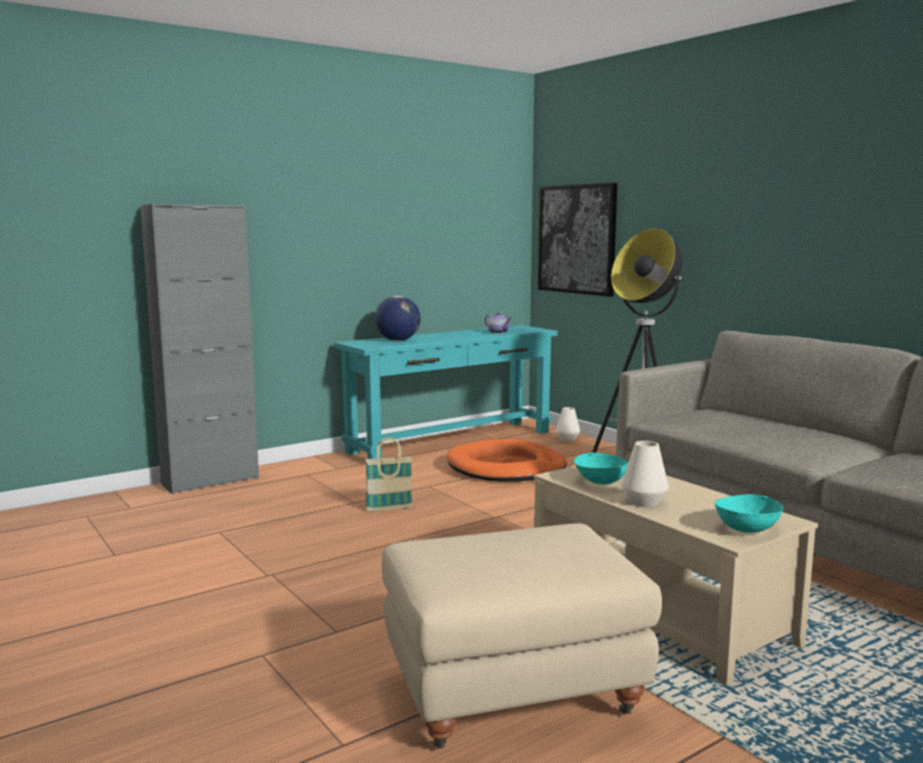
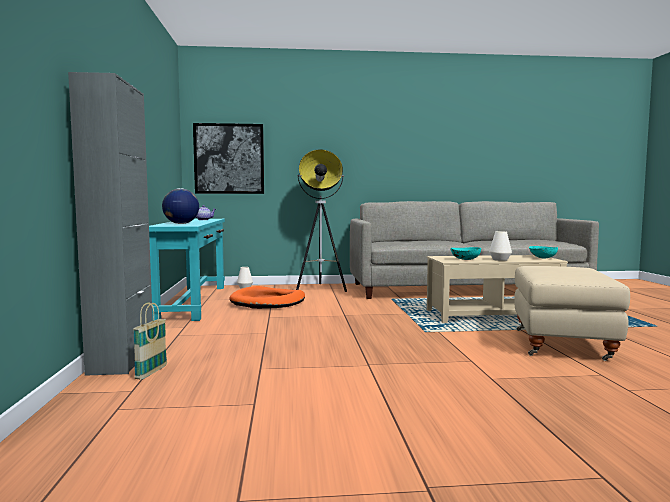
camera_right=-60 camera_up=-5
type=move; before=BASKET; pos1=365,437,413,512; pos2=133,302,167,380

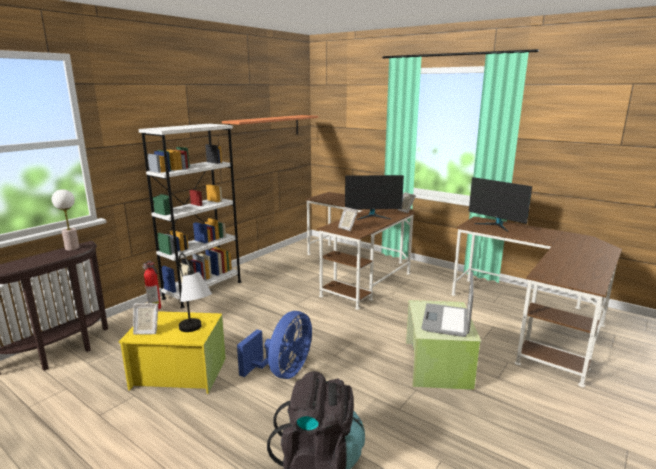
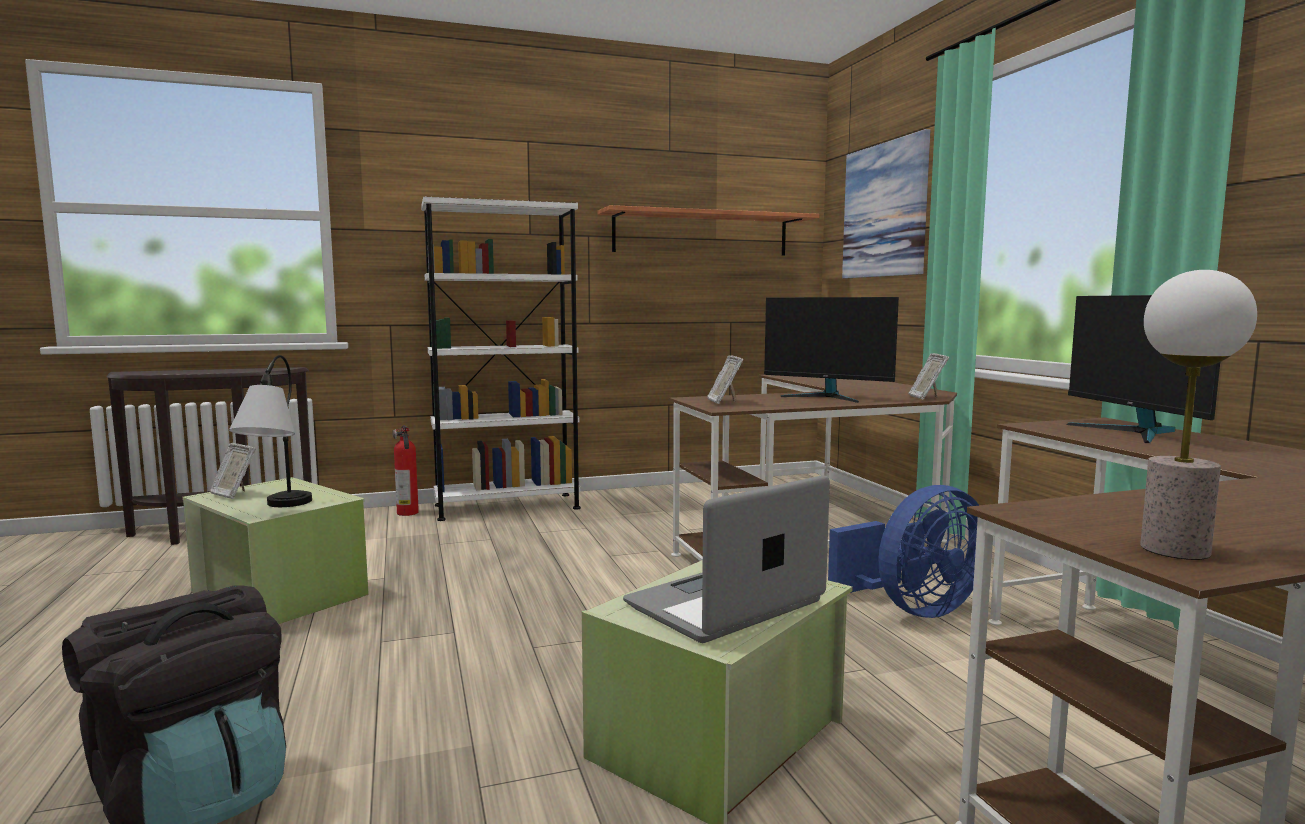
camera_right=35 camera_up=-10
type=move; before=TABLE LAMP; pos1=52,189,79,251; pos2=1140,270,1257,560
type=recolor; before=YELLOW STORAGE BOX; after=GREEN STORAGE BOX; pos1=119,311,226,394; pos2=182,477,369,624
type=move; before=BLUE FAN; pos1=237,311,312,379; pos2=828,485,979,618
type=insert; after=PICTURE; pos2=842,129,930,278

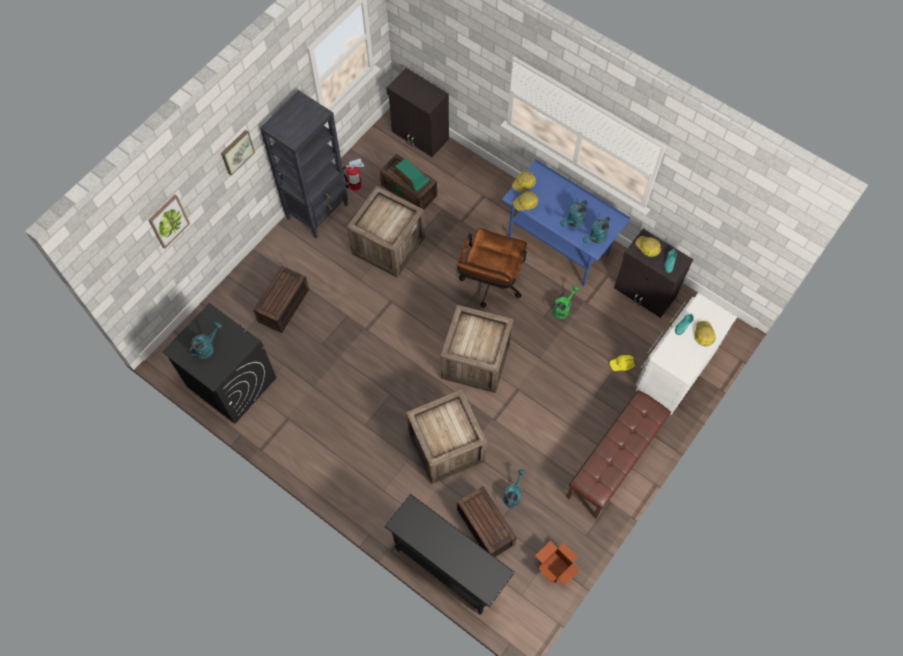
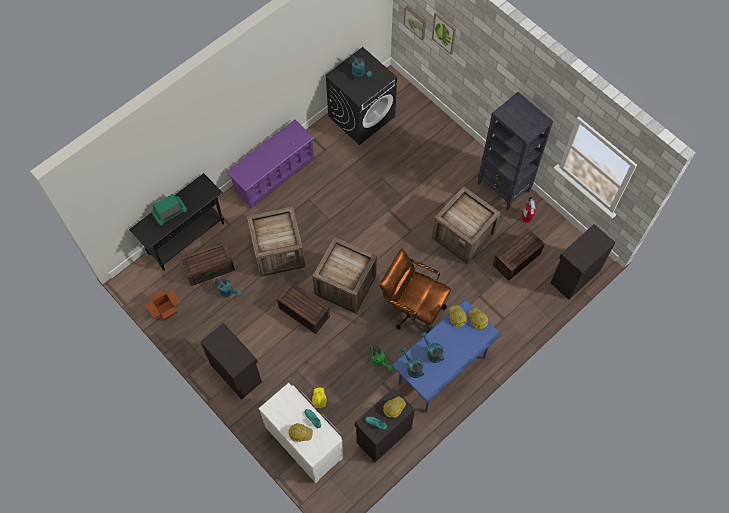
camera_right=100 camera_up=0
type=move; before=PICTURE; pos1=221,130,255,176; pos2=404,6,426,40
type=move; before=BROWN STORAGE BOX; pos1=253,266,309,333; pos2=277,282,330,334
type=move; before=RADIO; pos1=392,158,430,192; pos2=151,194,187,226
type=replace; before=BROWN BENCH; after=BLACK CABINET; pos1=566,390,671,518; pos2=200,323,262,399
type=insert; after=PURPLE SHOE RACK; pos2=226,120,314,208

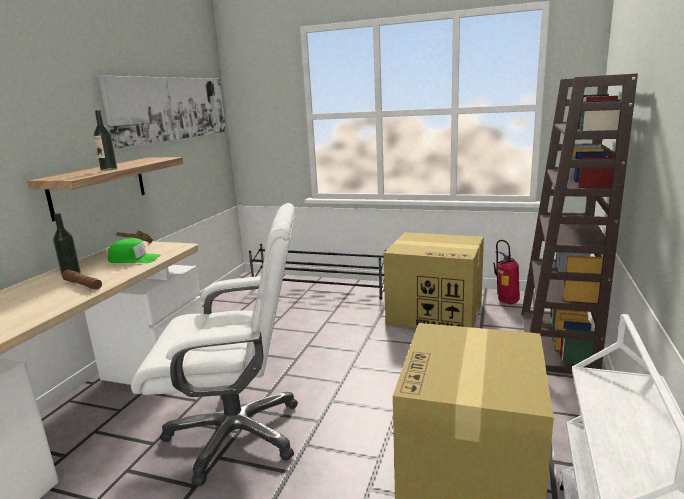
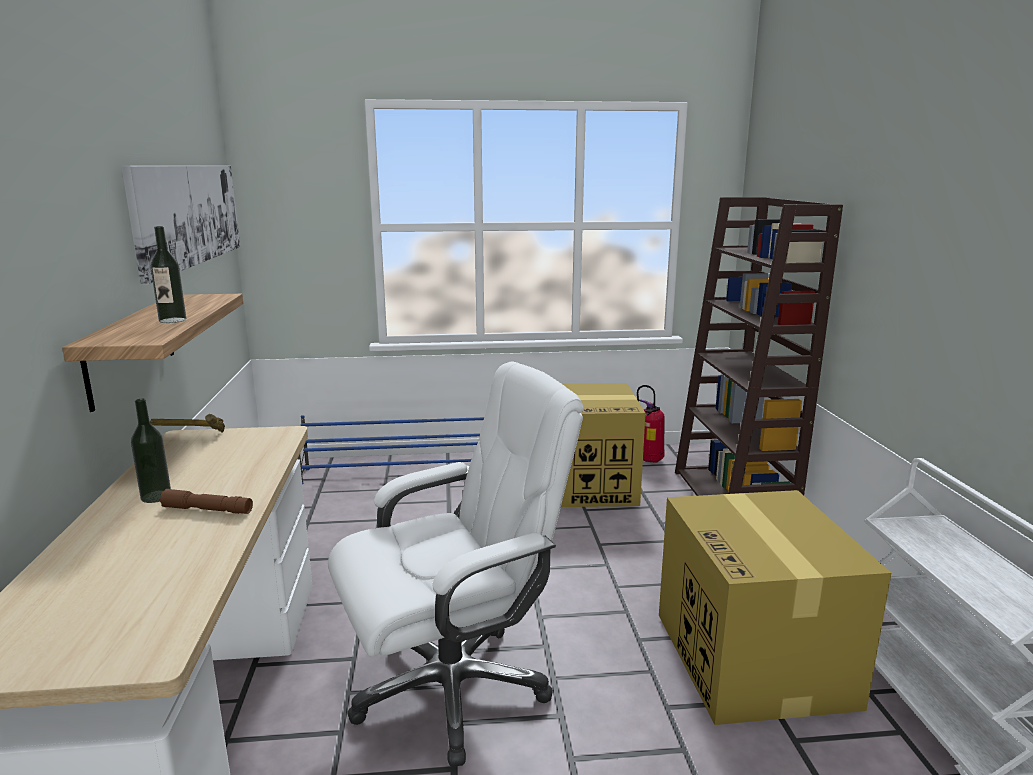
camera_right=-25 camera_up=0
type=delete; before=GREEN CAP; pos1=108,238,161,263
type=recolor; before=BLACK SHOE RACK; after=BLUE SHOE RACK; pos1=249,244,386,299; pos2=297,415,484,484

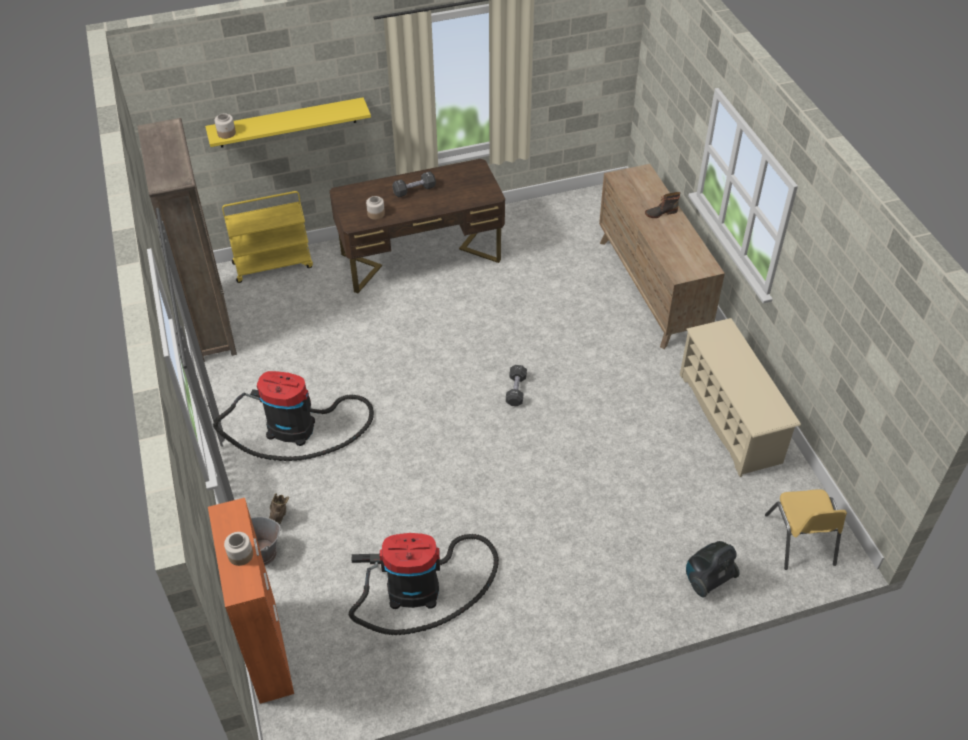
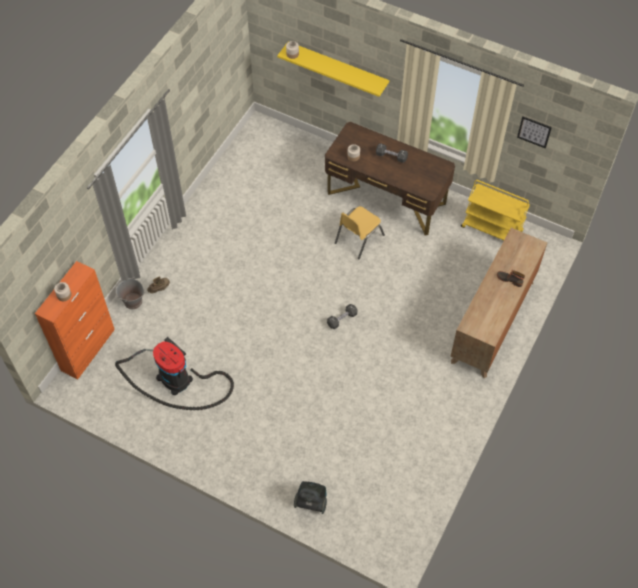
camera_right=45 camera_up=10
type=delete; before=BROWN BOOKCASE; pos1=137,118,237,362
type=delete; before=VACUUM CLEANER; pos1=213,371,374,461
type=move; before=YELLOW CART; pos1=222,191,313,283; pos2=461,180,530,240
type=delete; before=BEIGE SHOE RACK; pos1=680,318,801,477
type=move; before=YELLOW CHAIR; pos1=765,489,847,570; pos2=335,206,385,260
type=insert; after=PICTURE; pos2=517,116,552,149

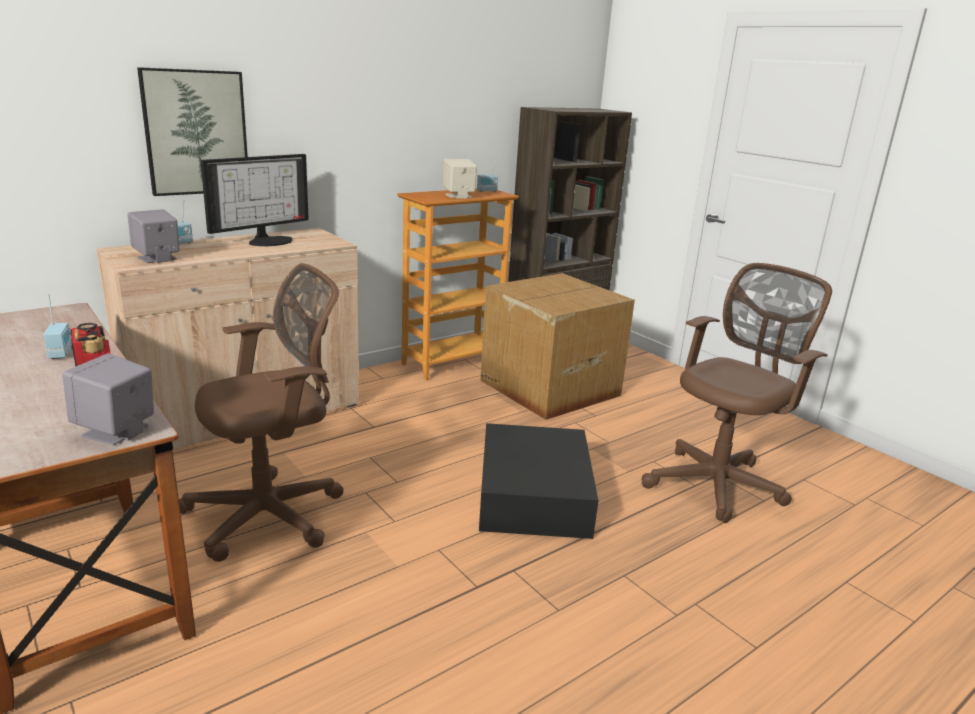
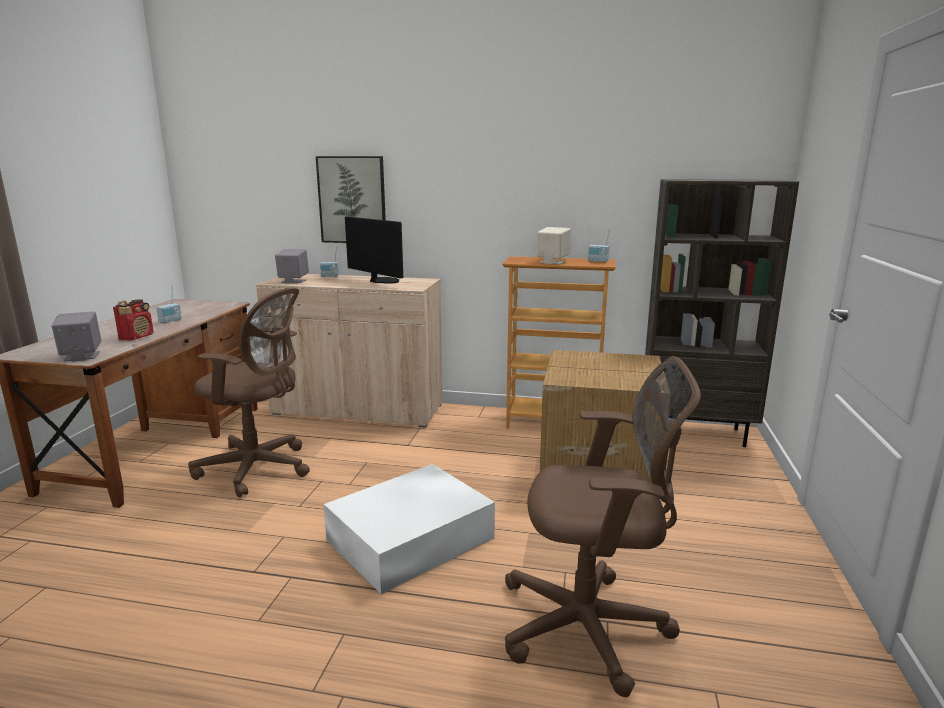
camera_right=50 camera_up=-5
type=rotate; before=MONITOR; pos1=201,154,309,246; pos2=345,216,403,284; turn=-135
type=recolor; before=BLACK STORAGE BOX; after=WHITE STORAGE BOX; pos1=479,423,598,539; pos2=324,464,495,594

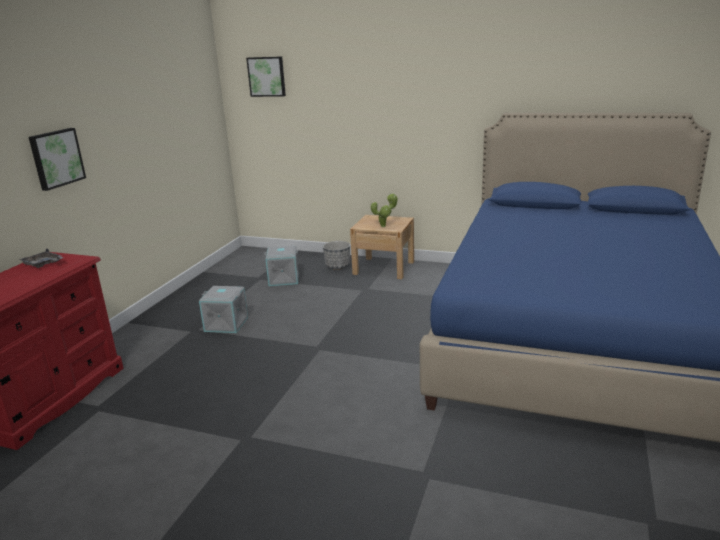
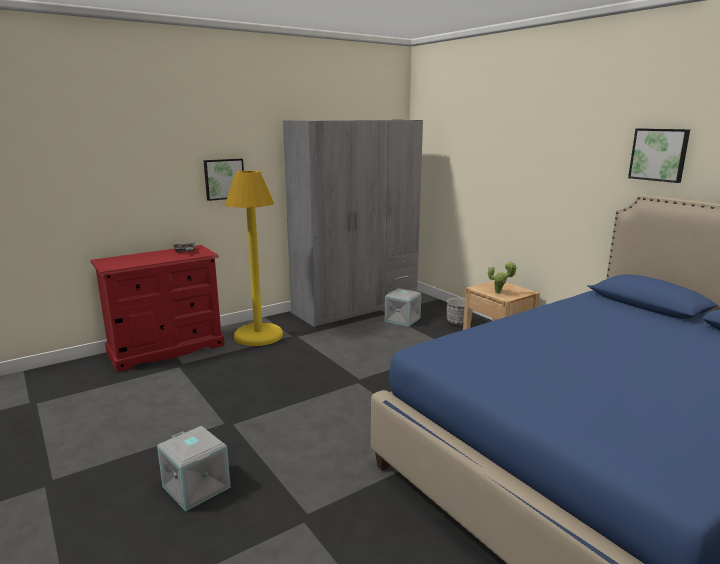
camera_right=35 camera_up=-5
type=move; before=GREY STORAGE BOX; pos1=199,286,248,333; pos2=157,426,231,511
type=move; before=PICTURE; pos1=246,56,286,97; pos2=628,128,690,183
type=insert; after=YELLOW FLOOR LAMP; pos2=225,171,283,346
type=insert; after=GREY WARDROBE; pos2=283,120,423,327

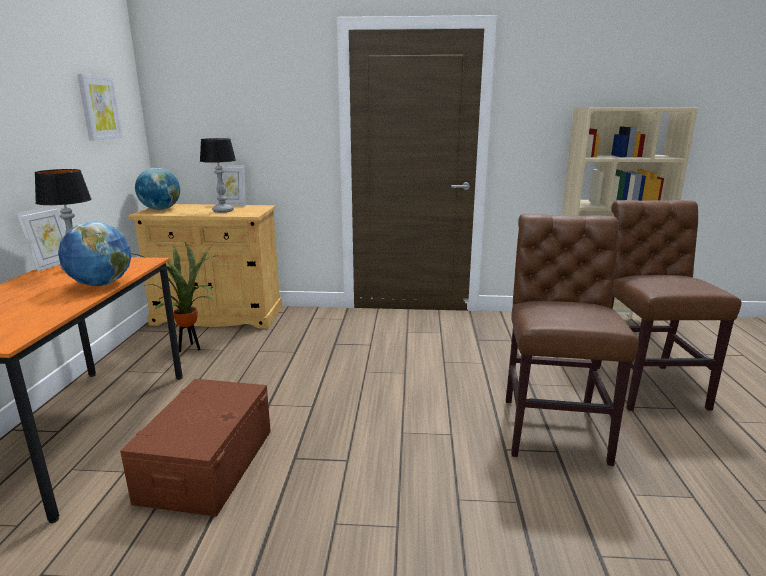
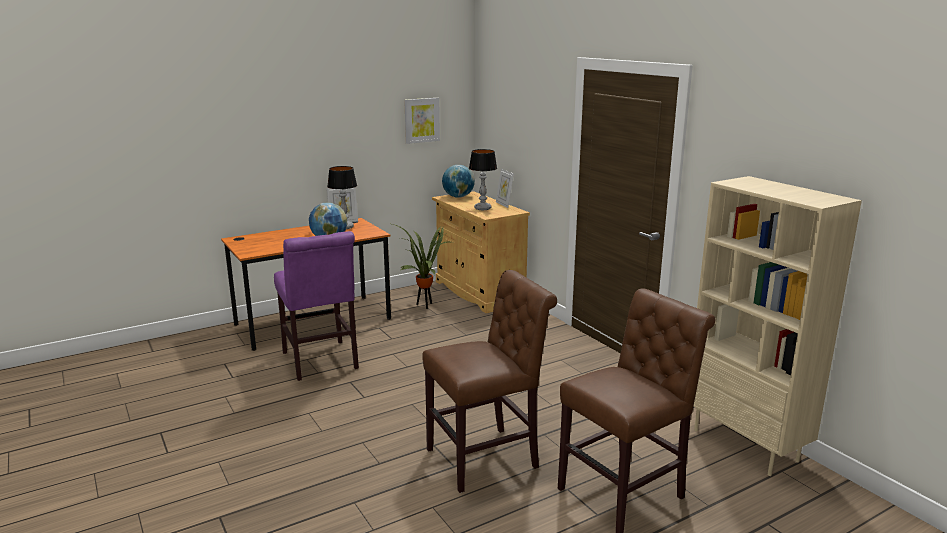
camera_right=55 camera_up=0
type=replace; before=BROWN STORAGE BOX; after=PURPLE CHAIR; pos1=120,379,271,517; pos2=274,231,359,381

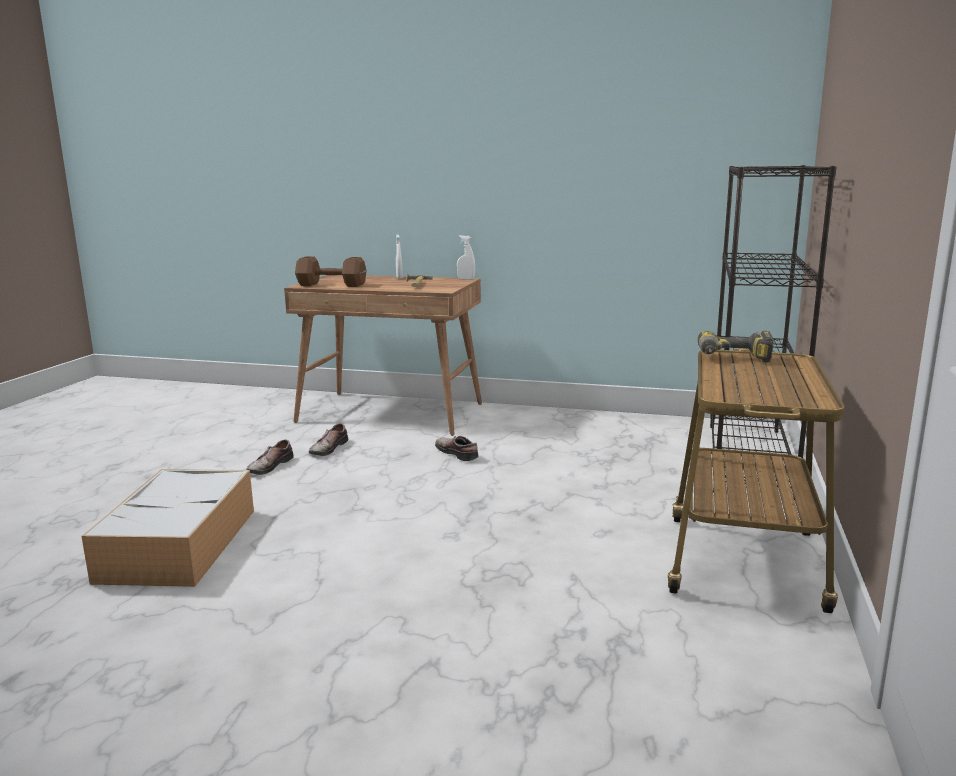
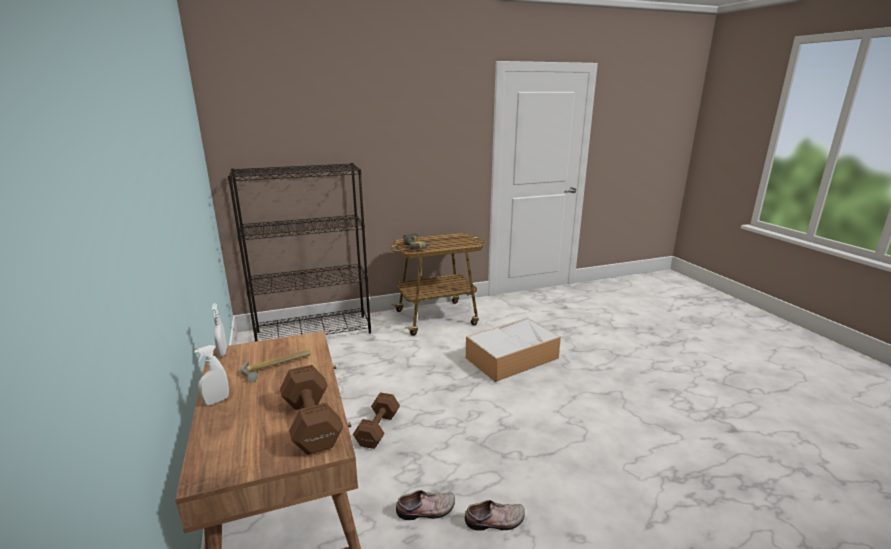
camera_right=-125 camera_up=5
type=move; before=STORAGE BOX; pos1=81,469,254,587; pos2=466,318,561,382
type=replace; before=SHOE; after=BROWN DUMBBELL; pos1=435,436,479,461; pos2=353,393,400,449

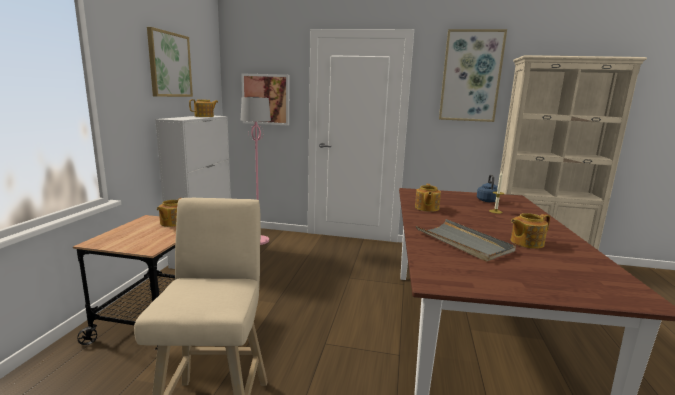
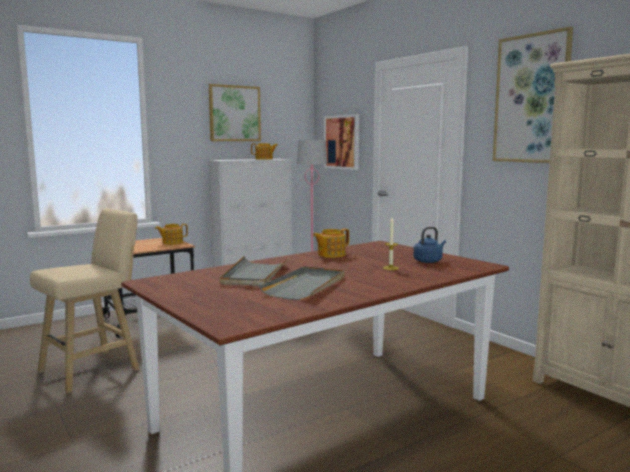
camera_right=45 camera_up=-5
type=replace; before=TEAPOT; after=GREY TRAY; pos1=511,213,550,249; pos2=259,266,344,300

